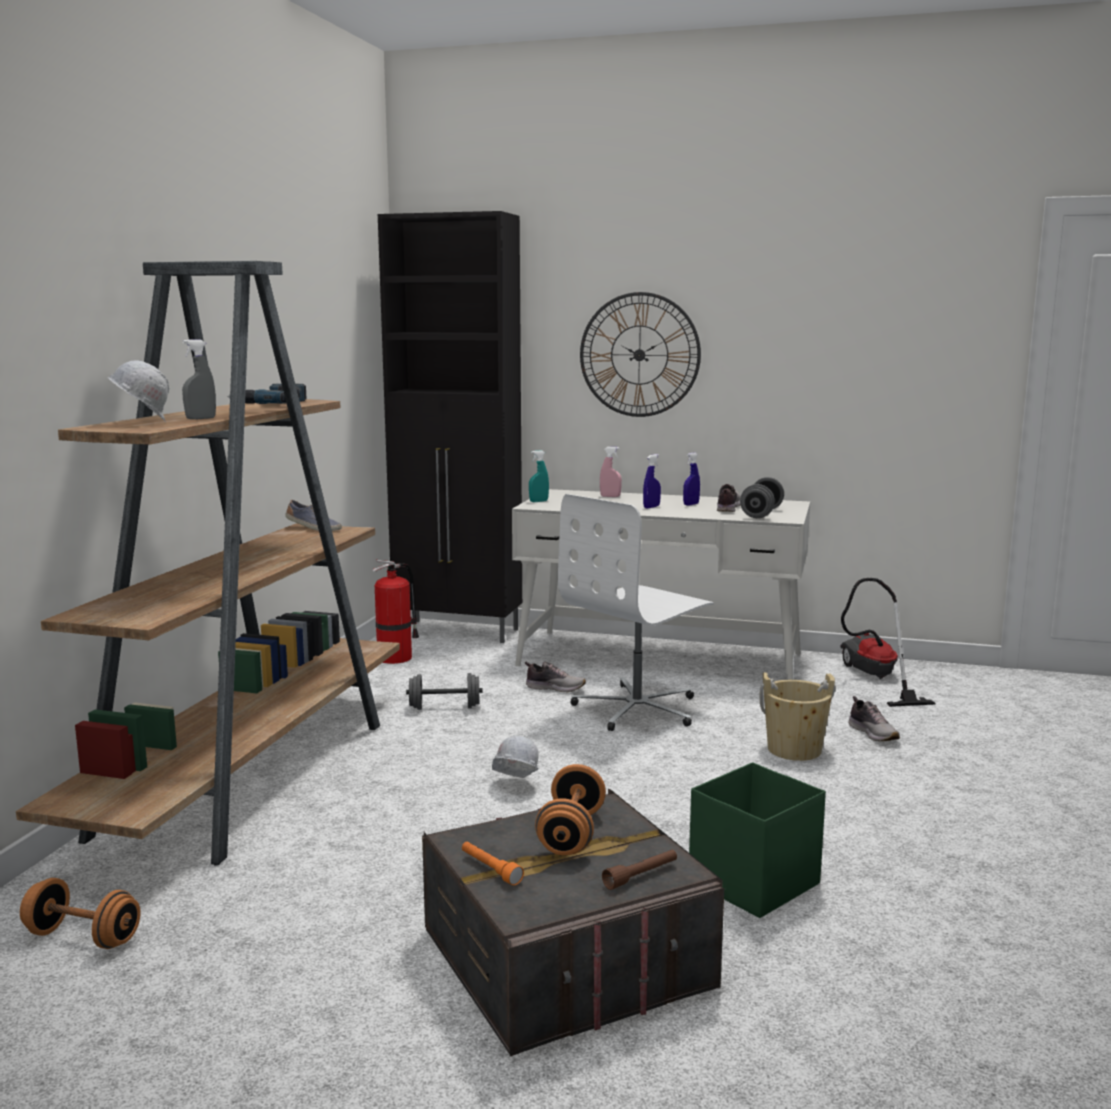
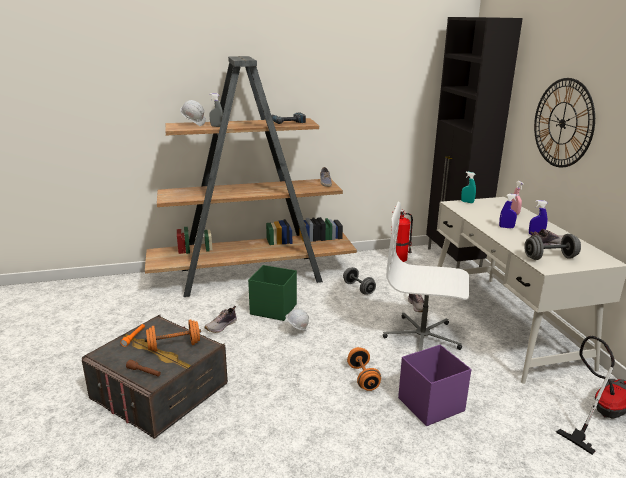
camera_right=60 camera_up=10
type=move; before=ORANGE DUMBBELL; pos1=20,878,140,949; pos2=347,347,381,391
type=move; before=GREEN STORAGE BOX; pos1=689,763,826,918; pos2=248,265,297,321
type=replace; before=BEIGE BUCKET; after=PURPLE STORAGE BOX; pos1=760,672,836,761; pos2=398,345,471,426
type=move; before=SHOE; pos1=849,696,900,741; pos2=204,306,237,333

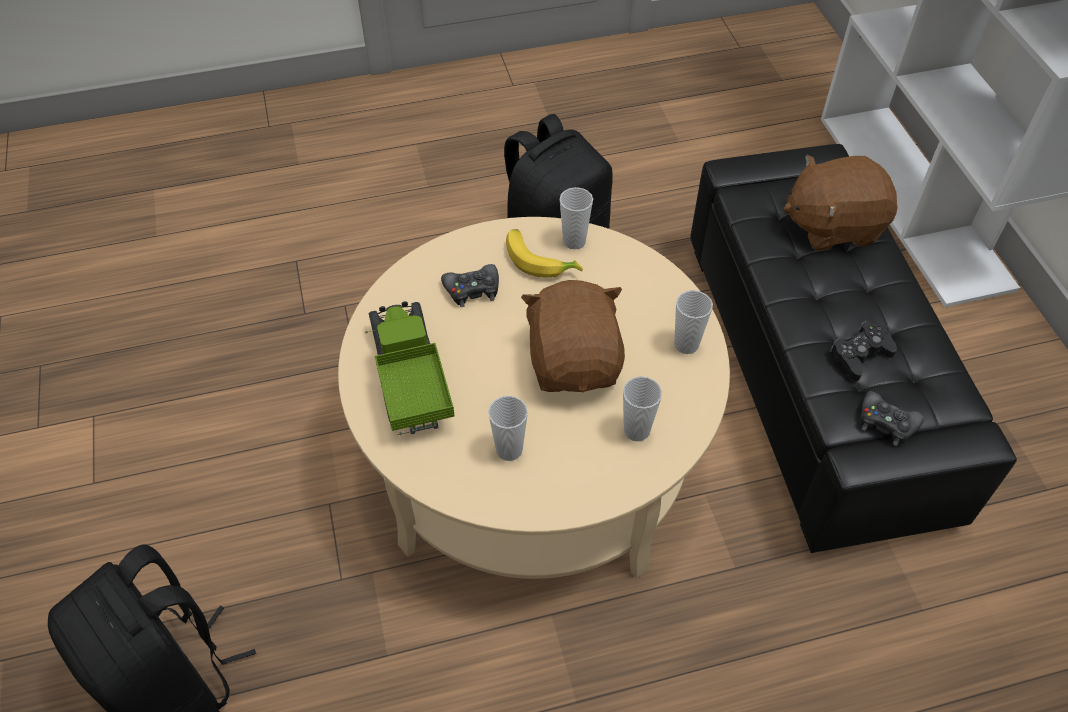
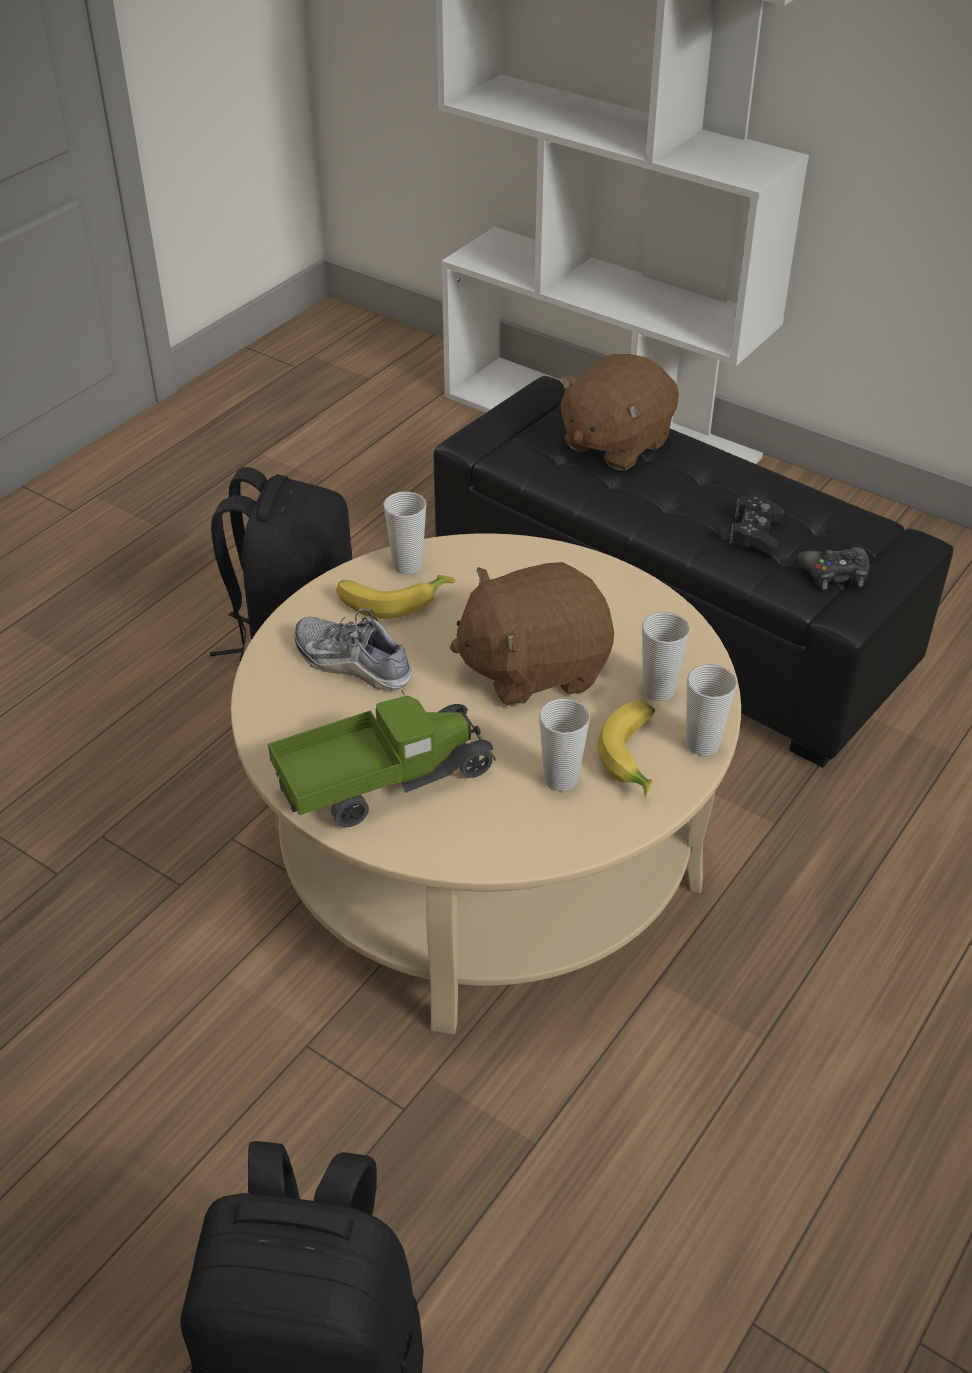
camera_right=-40 camera_up=-10
type=rotate; before=TOY TRUCK; pos1=365,301,455,435; pos2=268,691,496,827; turn=120
type=replace; before=BLACK GAME CONTROLLER; after=SHOE; pos1=441,264,499,307; pos2=295,609,412,691
type=rotate; before=BROWN PLUSH TOY; pos1=521,280,625,393; pos2=450,562,614,706; turn=-60
type=move; before=CUP; pos1=674,290,713,354; pos2=686,664,737,756
type=insert; after=BANANA; pos2=597,700,655,797

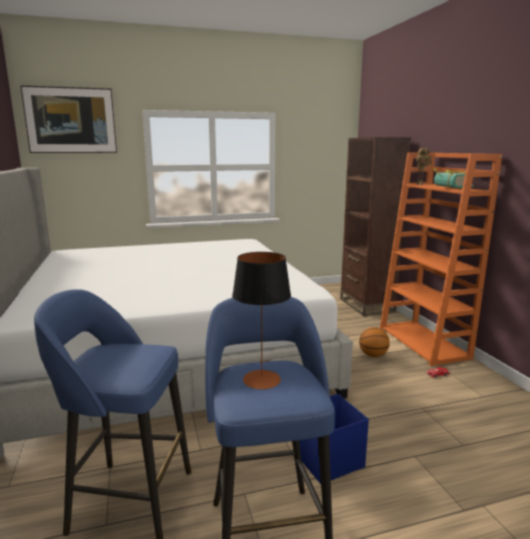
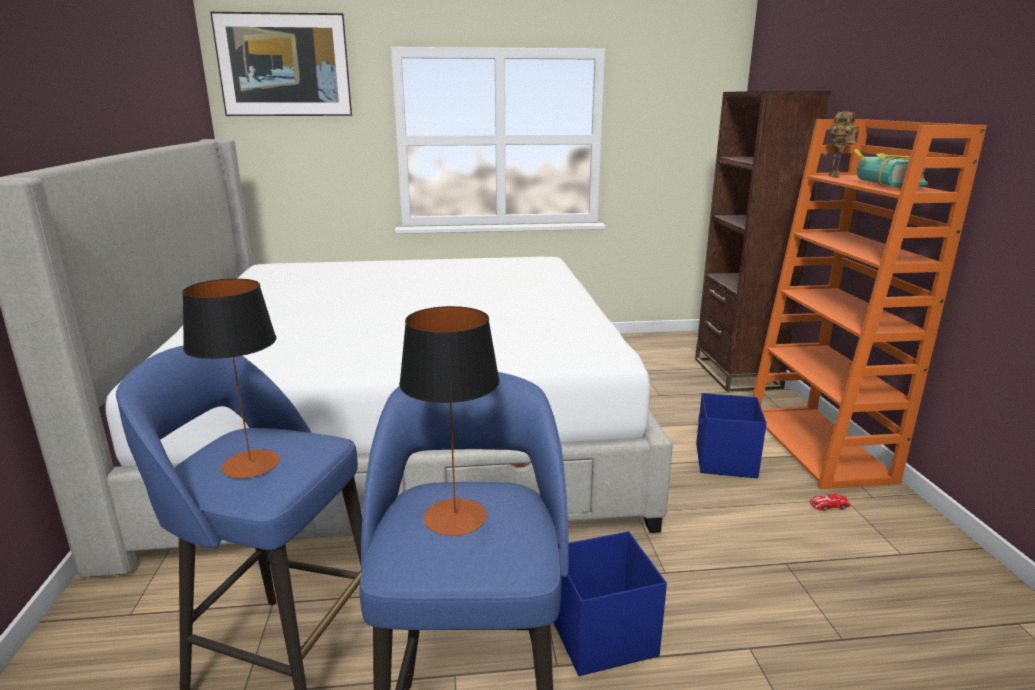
camera_right=10 camera_up=5
type=replace; before=BASKETBALL; after=BLUE STORAGE BOX; pos1=359,327,390,357; pos2=696,393,767,478
type=insert; after=TABLE LAMP; pos2=182,279,280,478

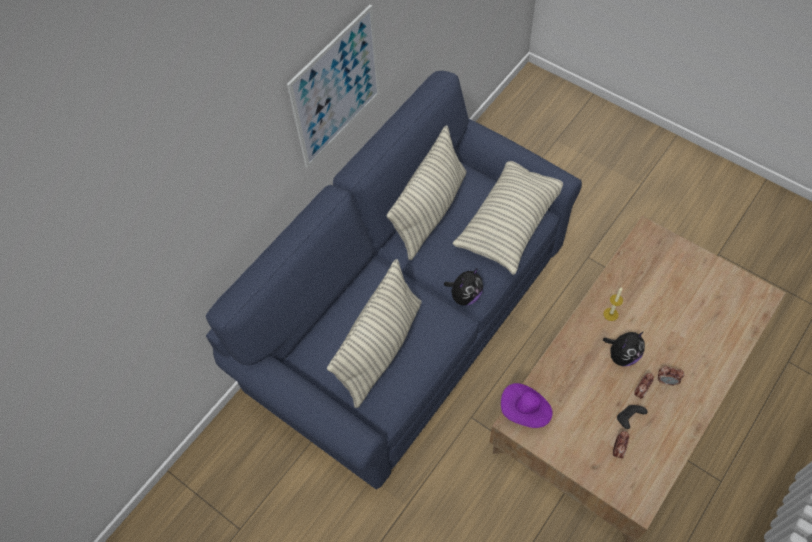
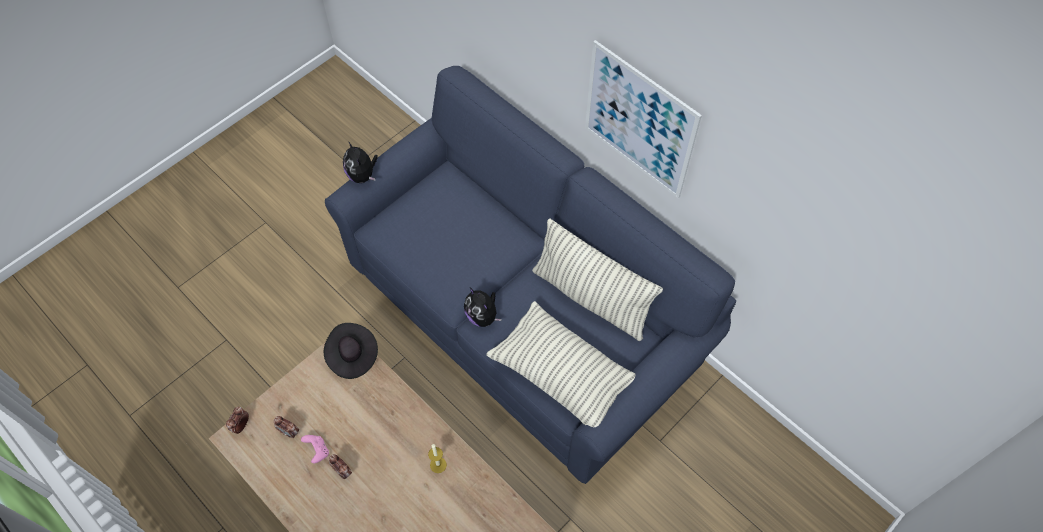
camera_right=95 camera_up=0
type=delete; before=PILLOW; pos1=327,259,421,408
type=recolor; before=PURPLE HAT; after=BLACK HAT; pos1=501,383,553,428; pos2=324,323,378,379
type=move; before=PLUSH TOY; pos1=603,332,645,366; pos2=343,141,378,183
type=recolor; before=BLACK GAME CONTROLLER; after=PINK GAME CONTROLLER; pos1=617,405,648,429; pos2=301,435,329,463
type=move; before=ALARM CLOCK; pos1=658,366,684,386; pos2=226,407,249,434

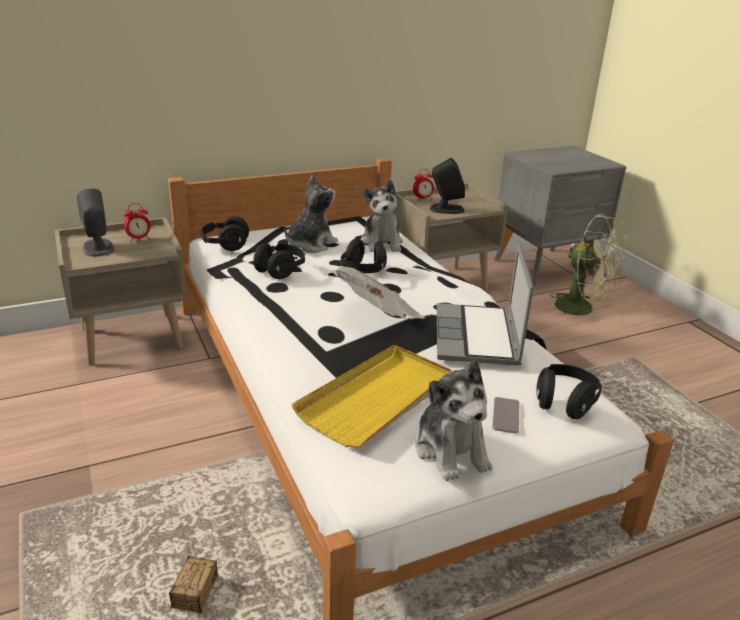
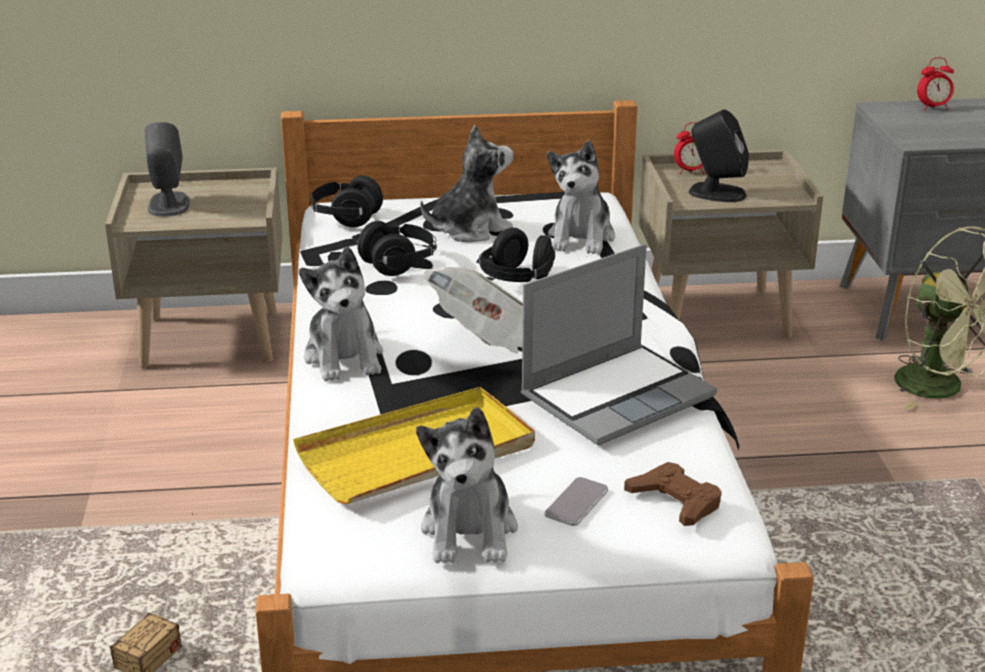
camera_right=20 camera_up=0
type=move; before=ALARM CLOCK; pos1=123,203,150,242; pos2=917,57,954,110
type=rotate; before=LAPTOP; pos1=437,241,534,366; pos2=521,244,717,446; turn=-150
type=replace; before=BLACK HEADPHONES; after=BROWN GAME CONTROLLER; pos1=536,364,602,419; pos2=624,462,722,526
type=insert; after=PLUSH TOY; pos2=299,247,383,382

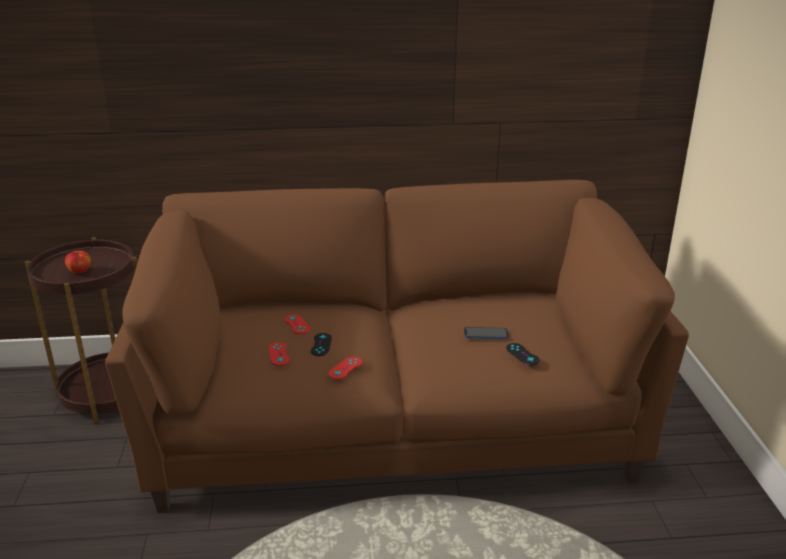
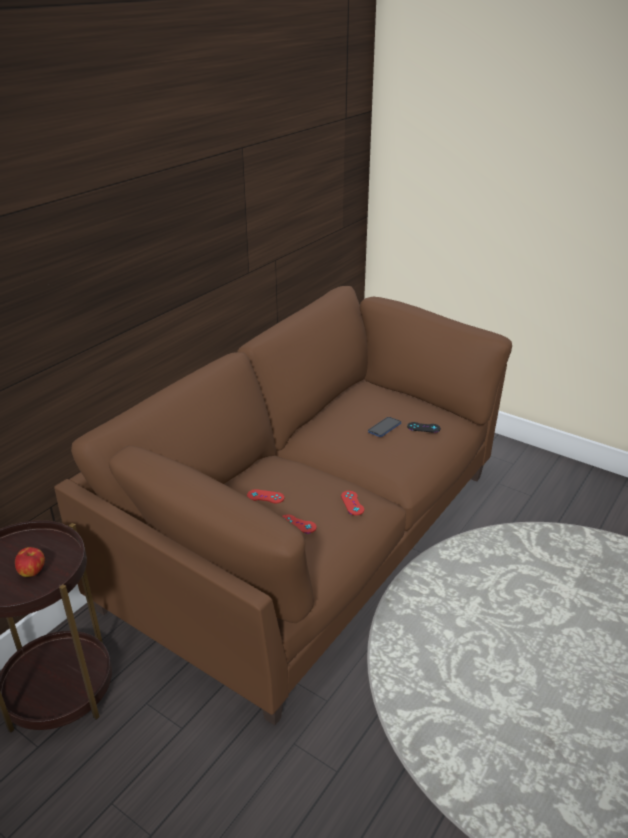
camera_right=-50 camera_up=5
type=delete; before=BLACK GAME CONTROLLER; pos1=311,333,332,356

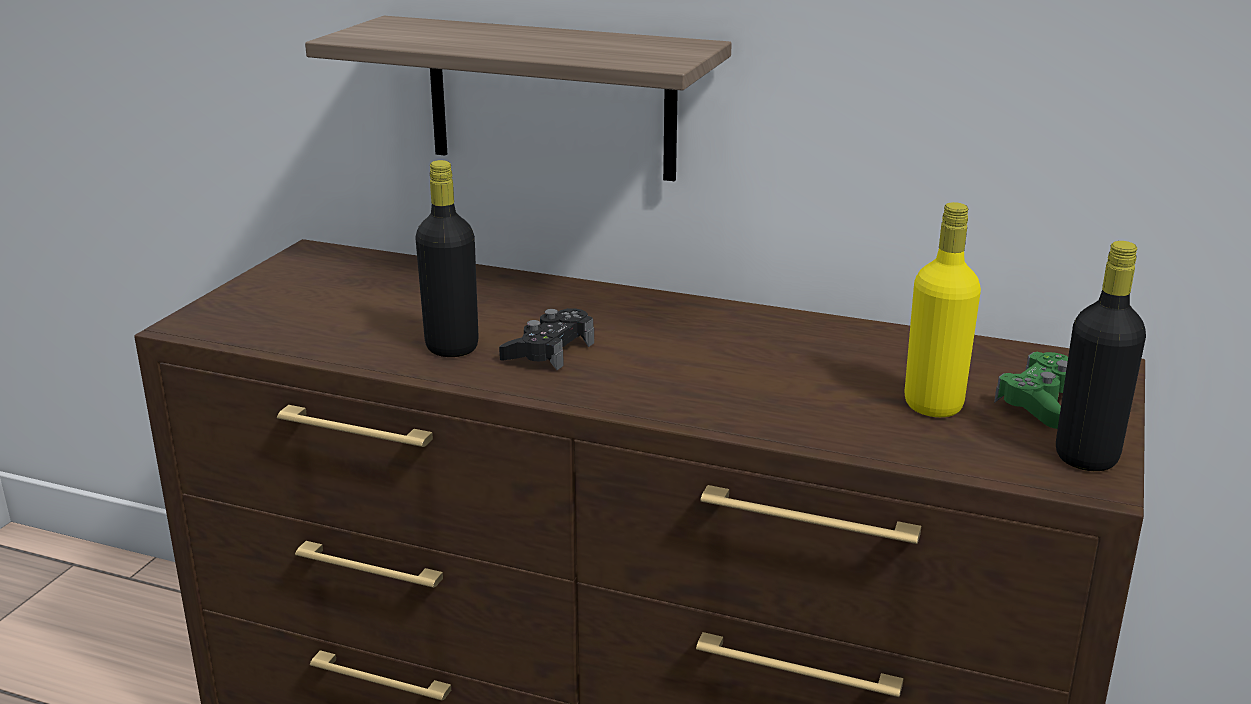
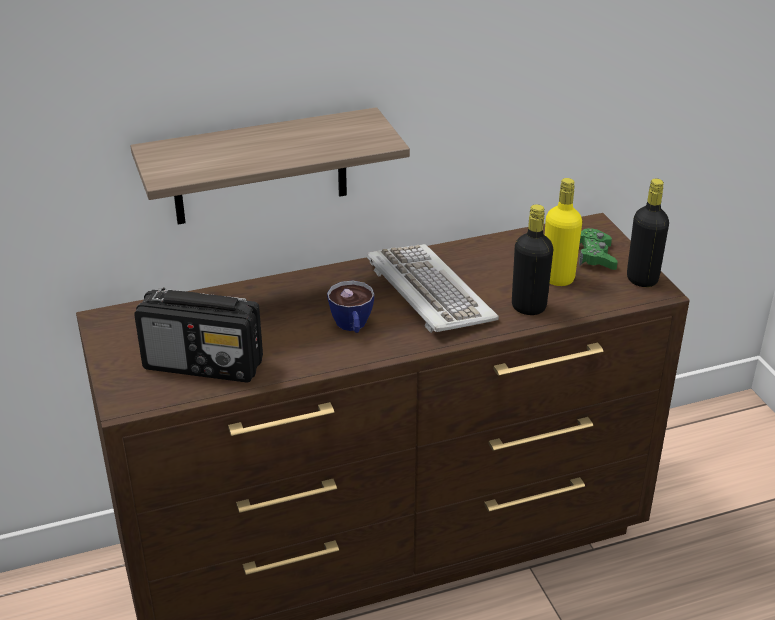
camera_right=-40 camera_up=10
type=move; before=BLACK BOTTLE; pos1=415,160,479,357; pos2=512,204,553,315
type=replace; before=BLACK GAME CONTROLLER; after=CUP; pos1=499,308,594,370; pos2=327,280,374,333
type=insert; after=RADIO; pos2=134,287,263,383
type=insert; after=KEYBOARD; pos2=367,244,499,333

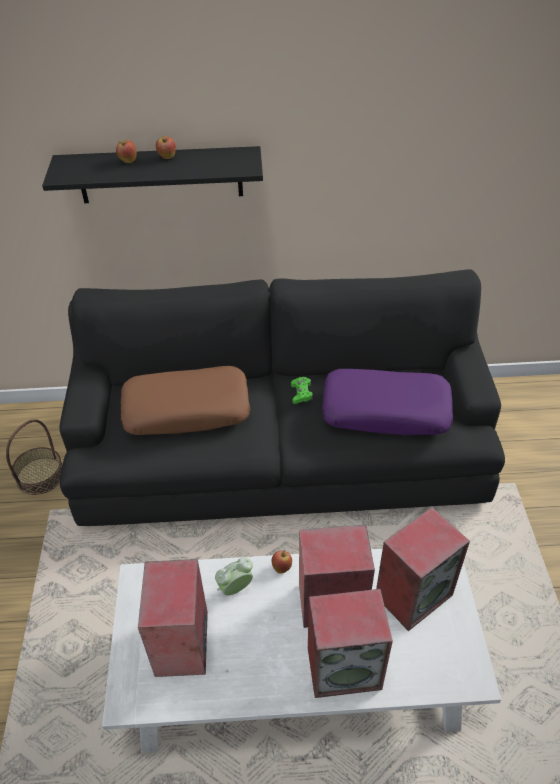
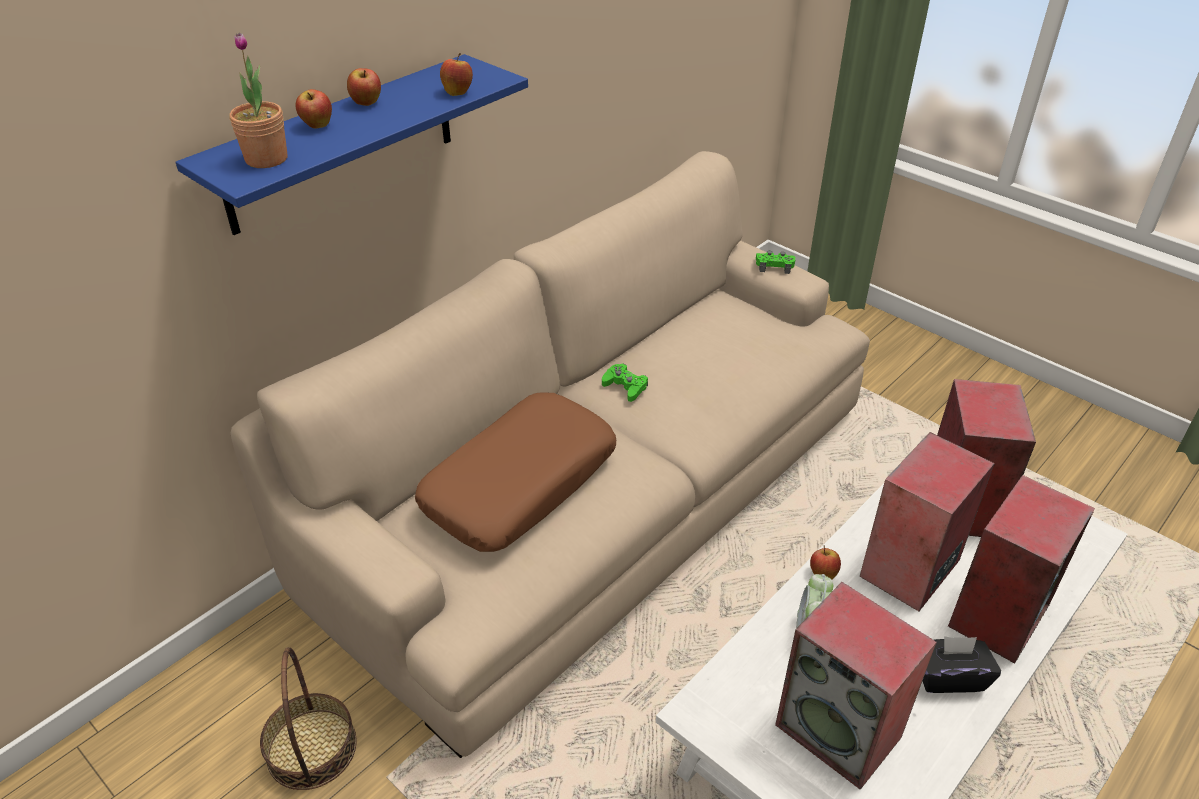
camera_right=-45 camera_up=-5
type=recolor; before=BLACK SHELF; after=BLUE SHELF; pos1=42,146,263,203; pos2=176,54,528,235
type=recolor; before=BLACK SOFA; after=BEIGE SOFA; pos1=59,269,505,526; pos2=231,151,870,758
type=delete; before=PURPLE PILLOW; pos1=322,369,453,435
type=insert; after=POTTED PLANT; pos2=229,33,287,168
type=insert; after=APPLE; pos2=440,53,473,96
type=insert; after=GREEN GAME CONTROLLER; pos2=756,251,795,274
type=insert; after=BLACK TISSUE BOX; pos2=923,636,1001,693

